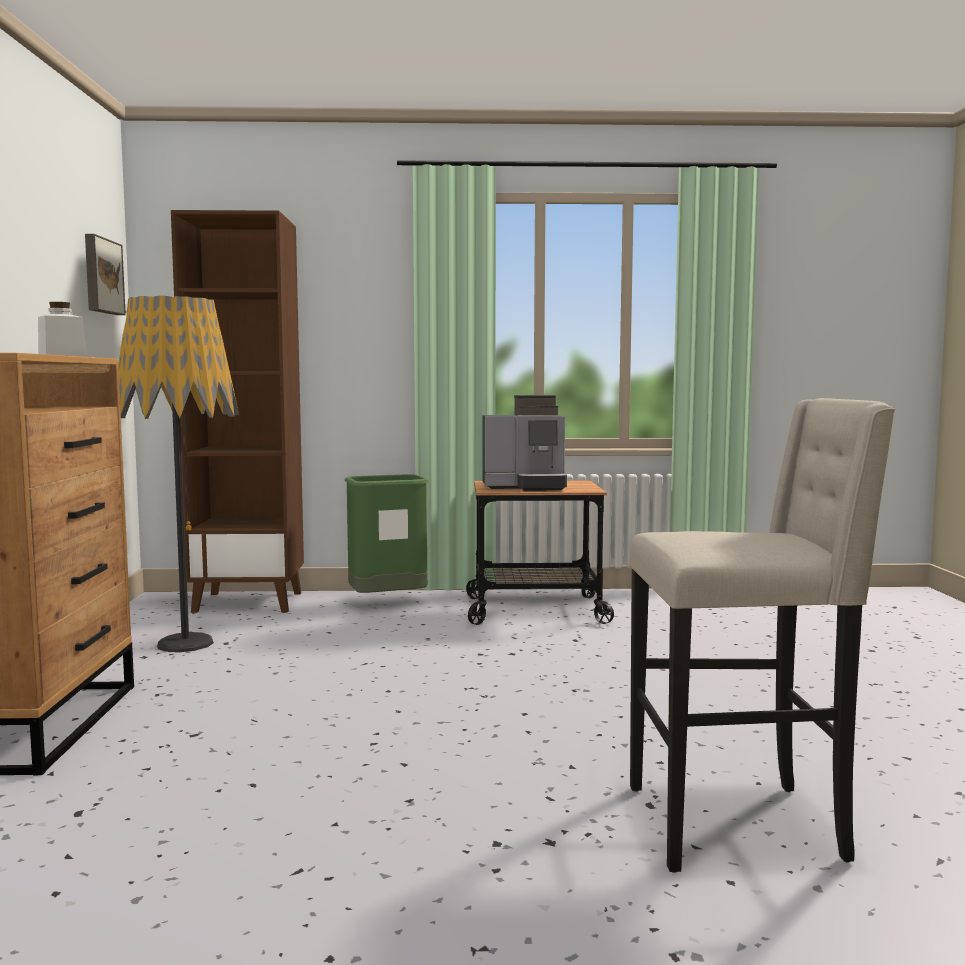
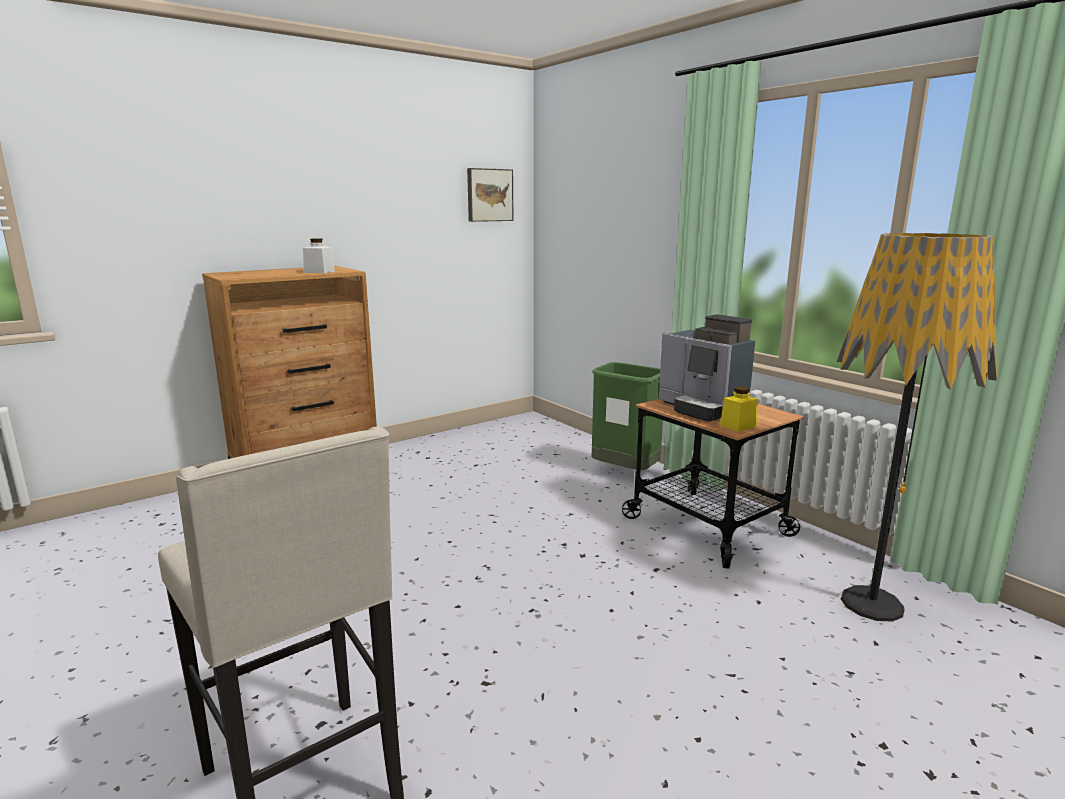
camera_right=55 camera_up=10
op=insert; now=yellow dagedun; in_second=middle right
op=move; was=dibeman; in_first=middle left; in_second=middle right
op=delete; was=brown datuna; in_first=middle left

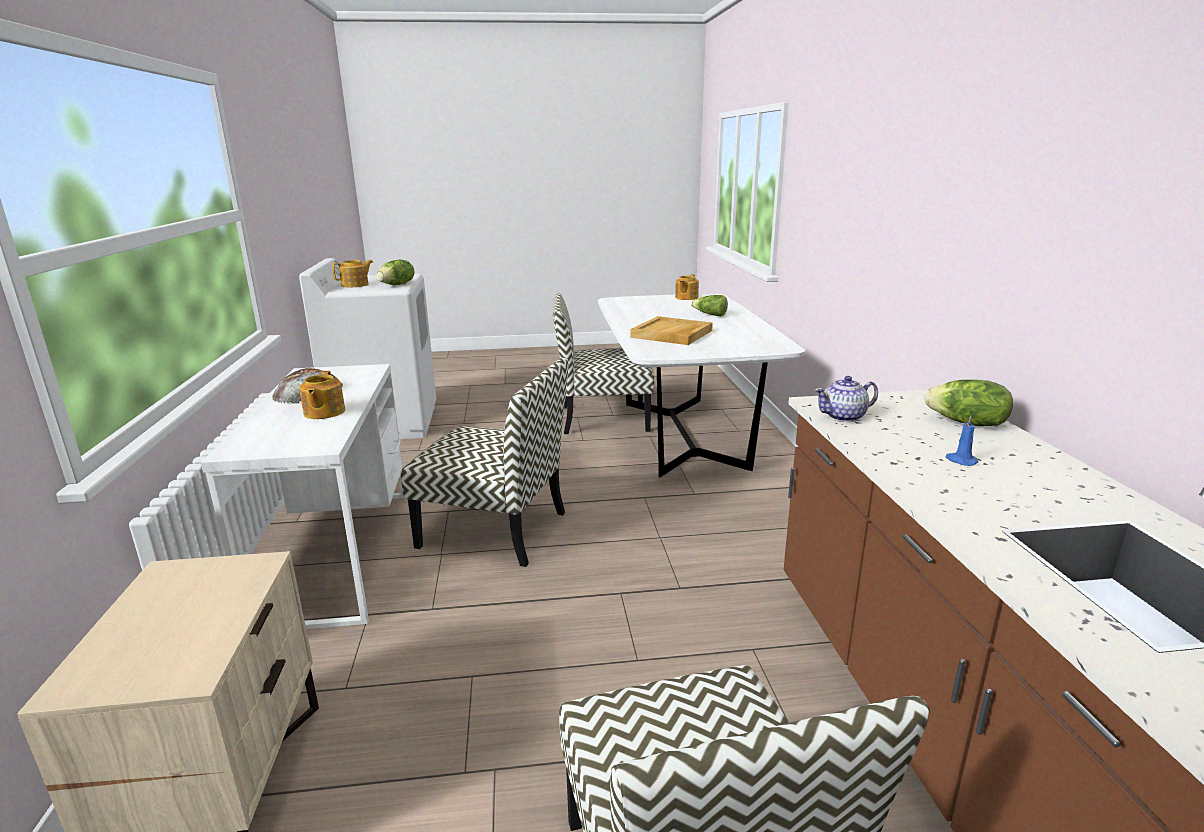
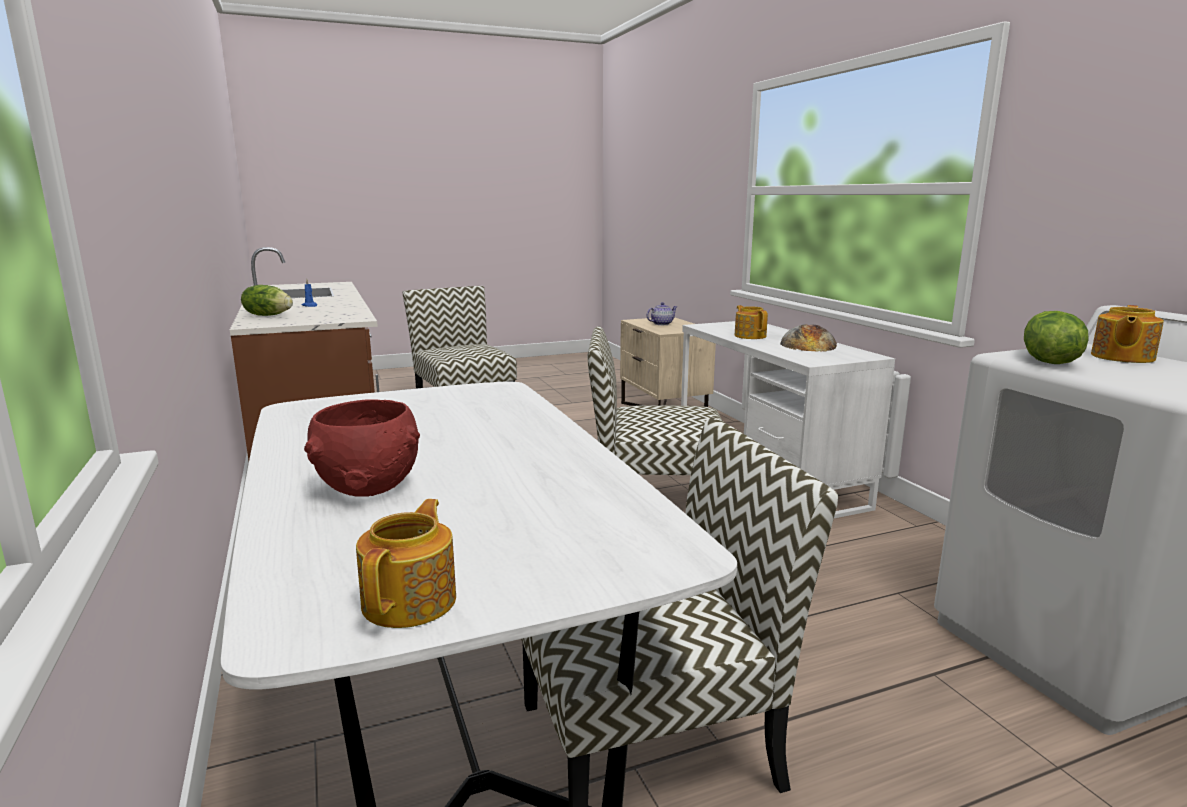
camera_right=165 camera_up=-5
op=replace; was=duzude (2nd from left); now=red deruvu; in_first=centre; in_second=middle left
op=move; was=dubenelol (4th from left in the first image); now=dubenelol (2nd from left); in_first=middle right; in_second=centre
op=delete; was=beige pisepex; in_first=centre

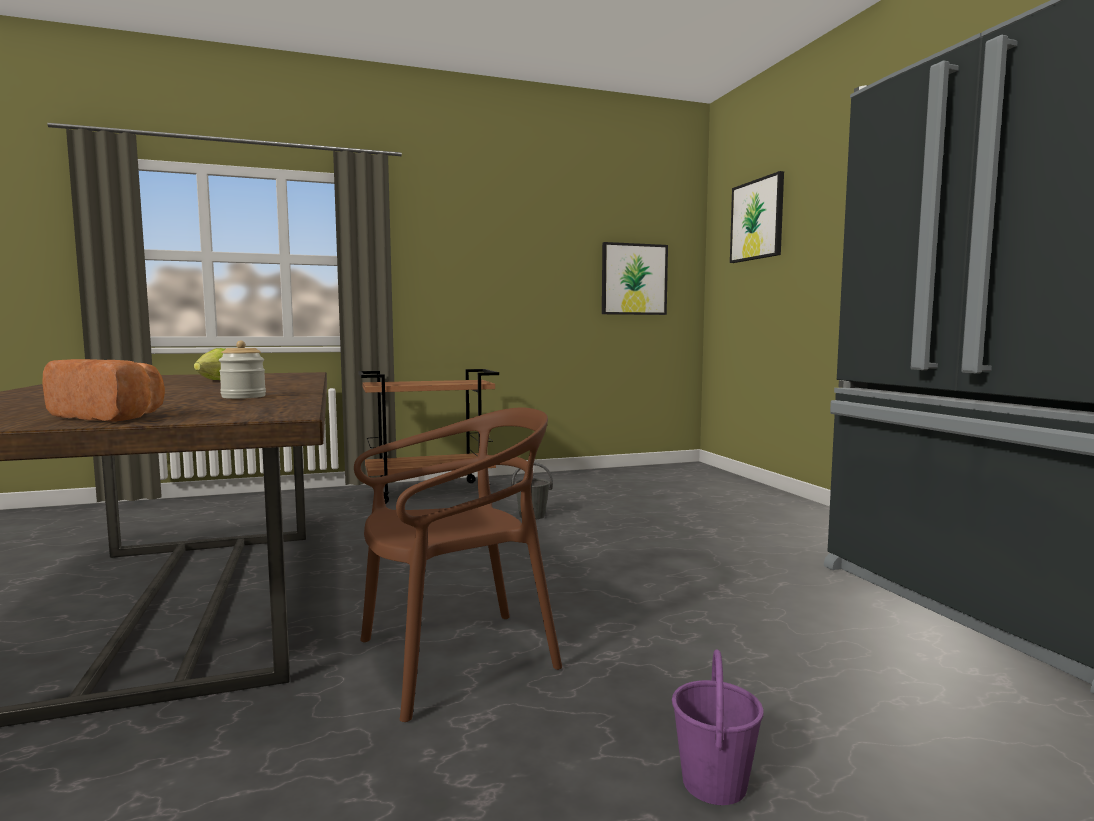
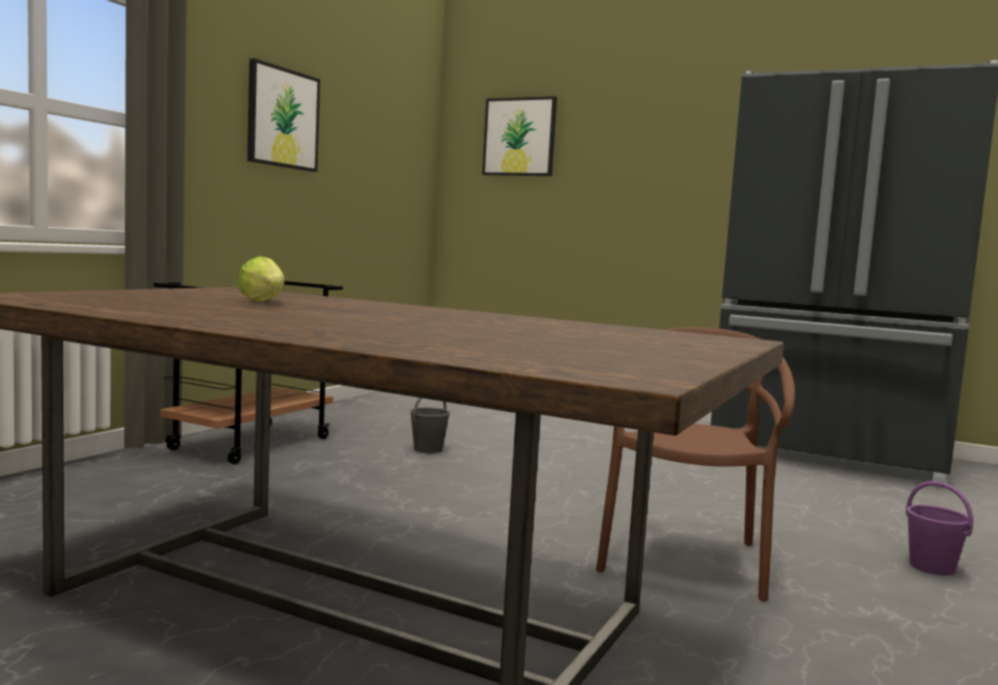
camera_right=-45 camera_up=0
op=move; was=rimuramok (1st from left); in_first=centre; in_second=top left
op=delete; was=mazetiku; in_first=middle left
op=delete; was=dagedun; in_first=middle left

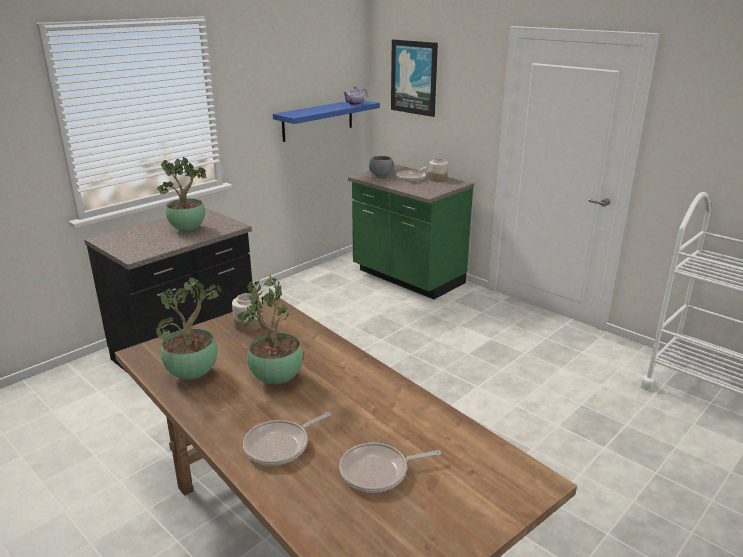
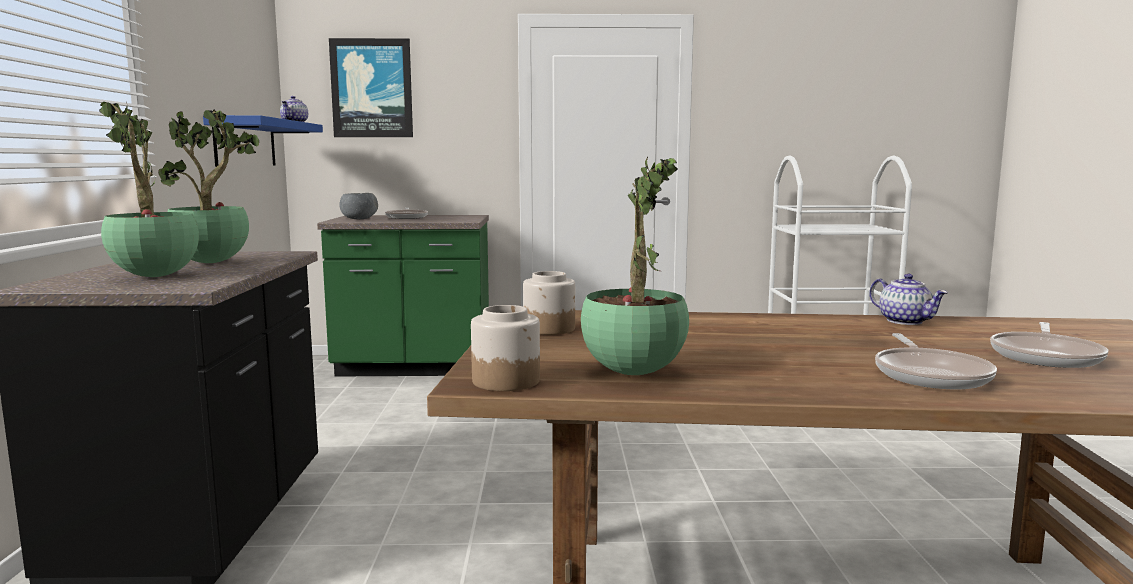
camera_right=-45 camera_up=-15
op=move; was=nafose (3rd from left in the first image); now=nafose (1st from left); in_first=centre; in_second=top left
op=move; was=dagedun (2nd from left in the first image); now=dagedun (1st from left); in_first=top centre; in_second=centre
op=insert; now=dubenelol (2nd from left); in_second=middle right

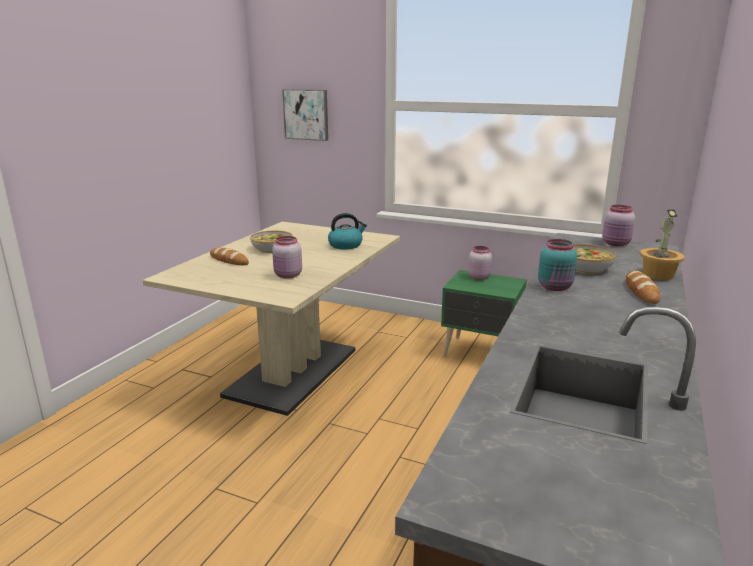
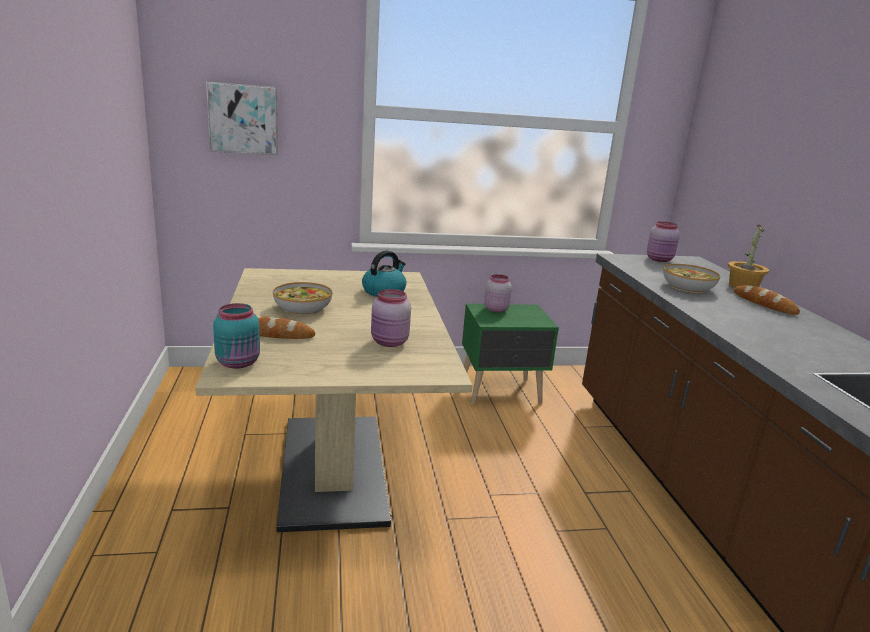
camera_right=-35 camera_up=0
op=move; was=turquoise dagedun; in_first=middle right; in_second=middle left

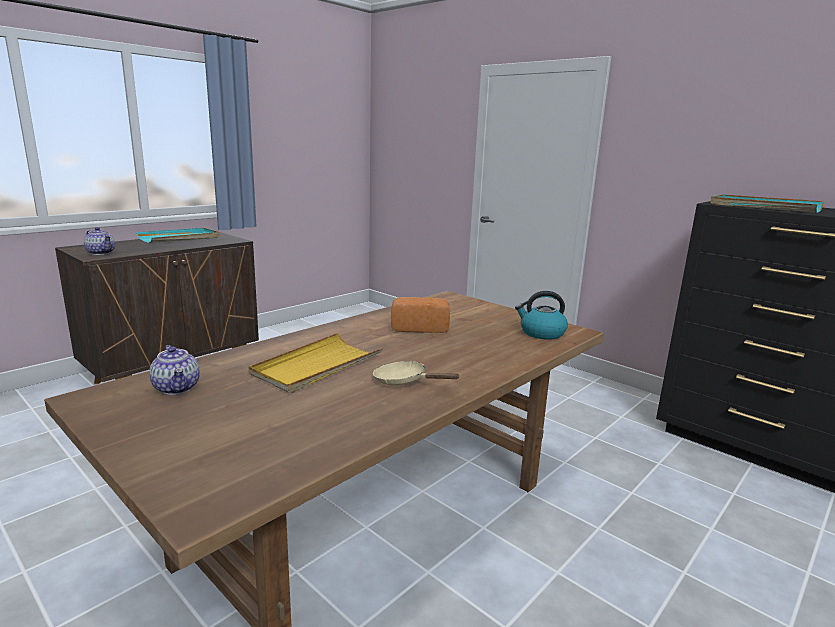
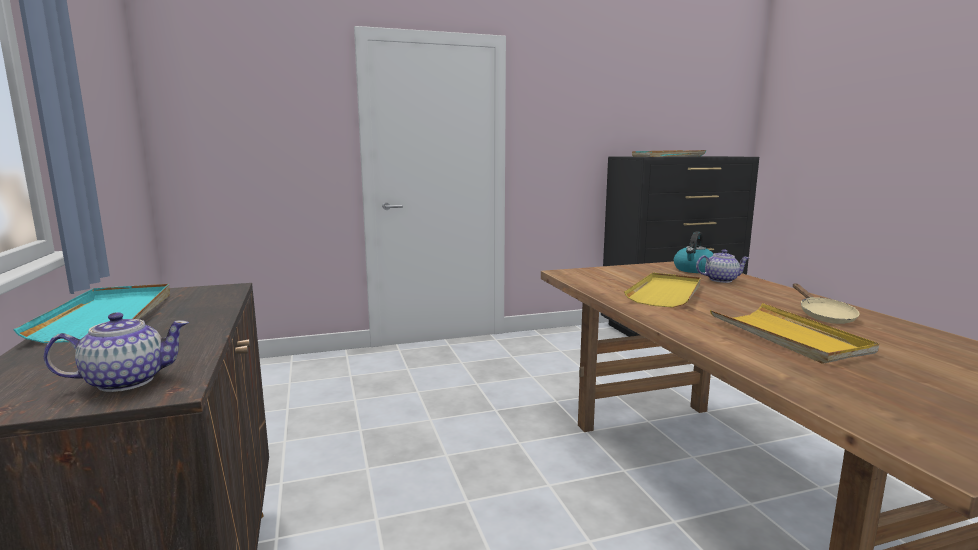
camera_right=-60 camera_up=-5
op=replace; was=mazetiku; now=yellow pisepex (1st from left); in_first=centre; in_second=middle right
op=move; was=dubenelol (2nd from left); in_first=middle left; in_second=middle right
op=rotate; was=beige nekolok; in_first=centre; in_second=middle right; clockwise=-60

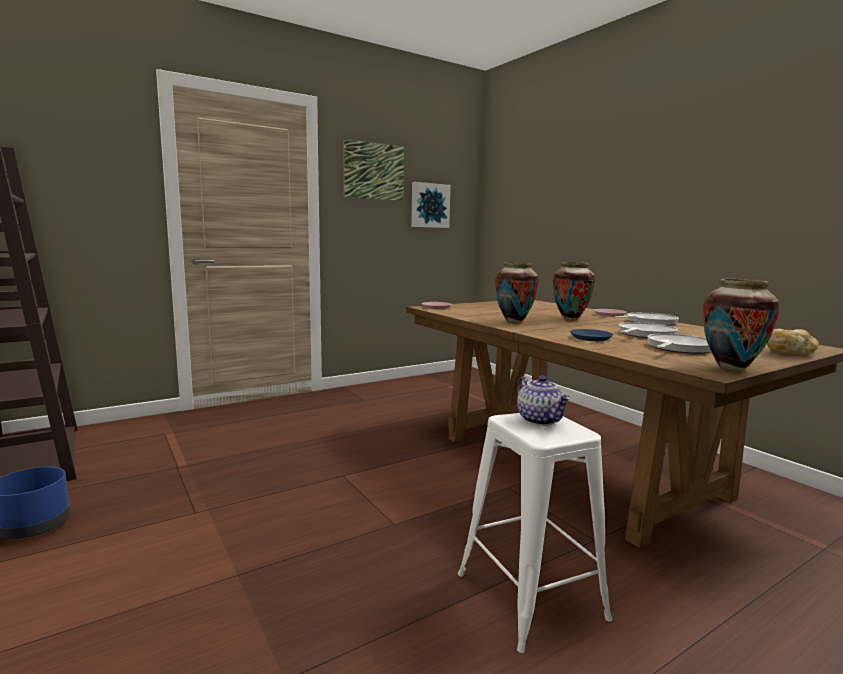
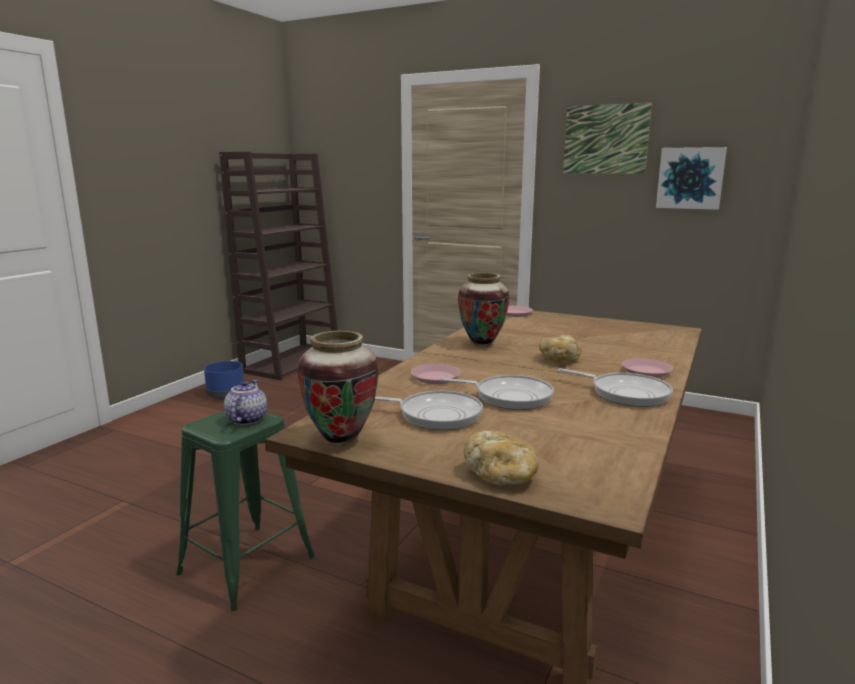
camera_right=60 camera_up=5
op=recolor; was=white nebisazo; now=green nebisazo; in_first=bottom centre; in_second=bottom left
op=rotate; was=dubenelol; in_first=centre; in_second=middle left; clockwise=150
op=recolor; was=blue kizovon; now=pink kizovon (1st from left); in_first=middle right; in_second=centre
op=replace; was=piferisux (2nd from left); now=mazetiku (2nd from left); in_first=middle right; in_second=centre

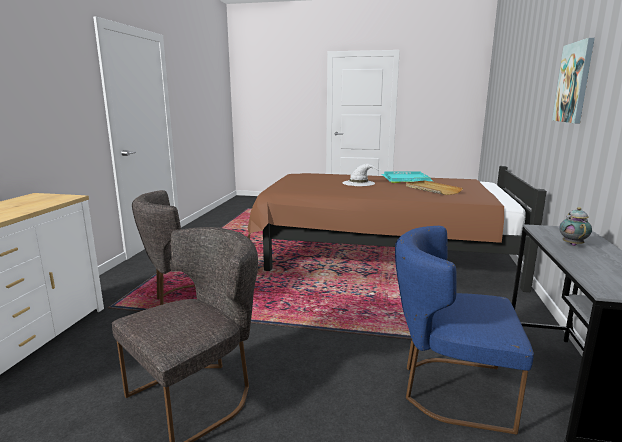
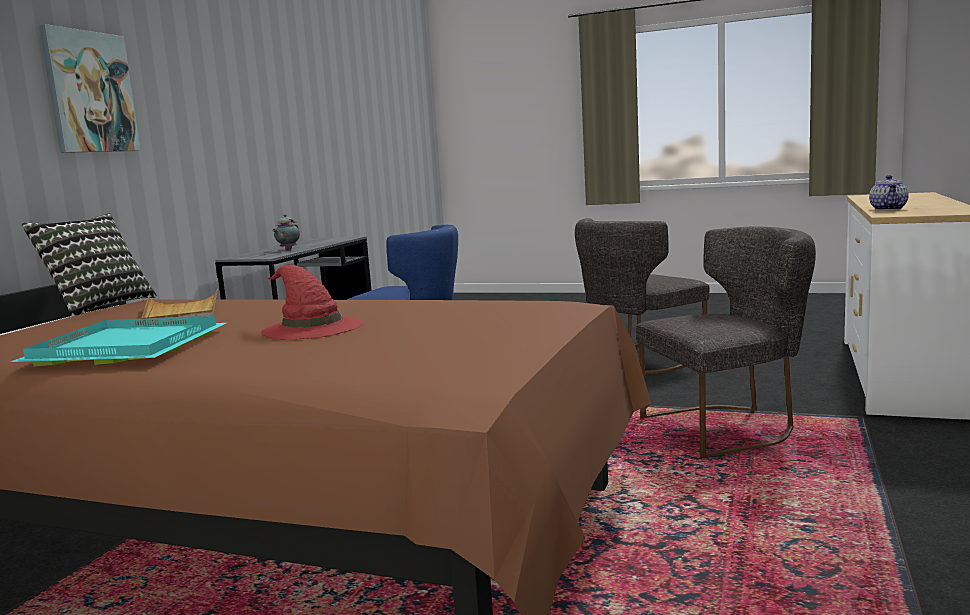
camera_right=-170 camera_up=-5
op=insert; now=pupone; in_second=middle left
op=recolor; was=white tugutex; now=red tugutex; in_first=centre; in_second=middle left
op=insert; now=dubenelol (2nd from left); in_second=top right

